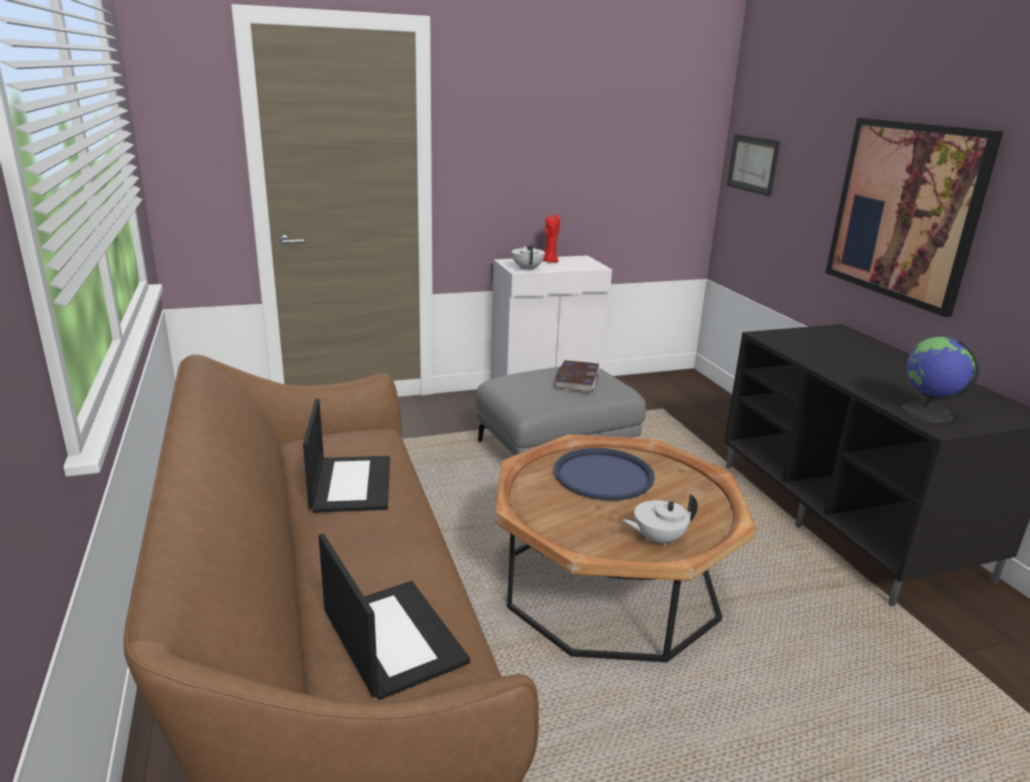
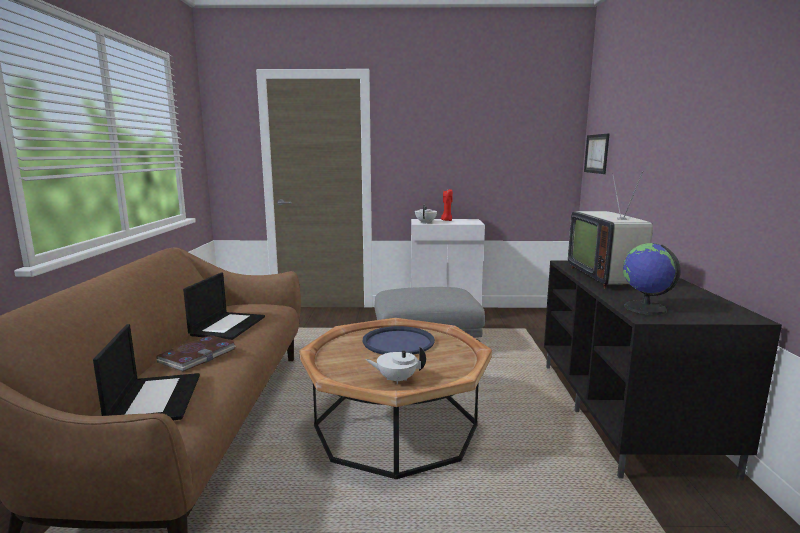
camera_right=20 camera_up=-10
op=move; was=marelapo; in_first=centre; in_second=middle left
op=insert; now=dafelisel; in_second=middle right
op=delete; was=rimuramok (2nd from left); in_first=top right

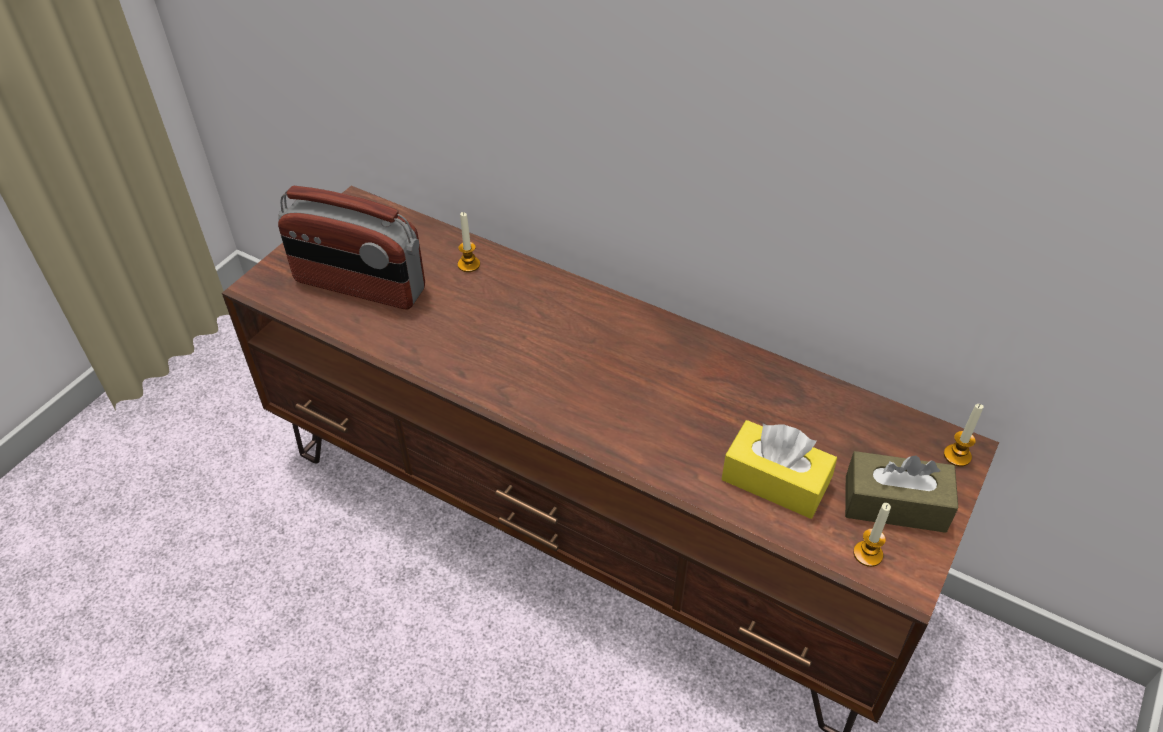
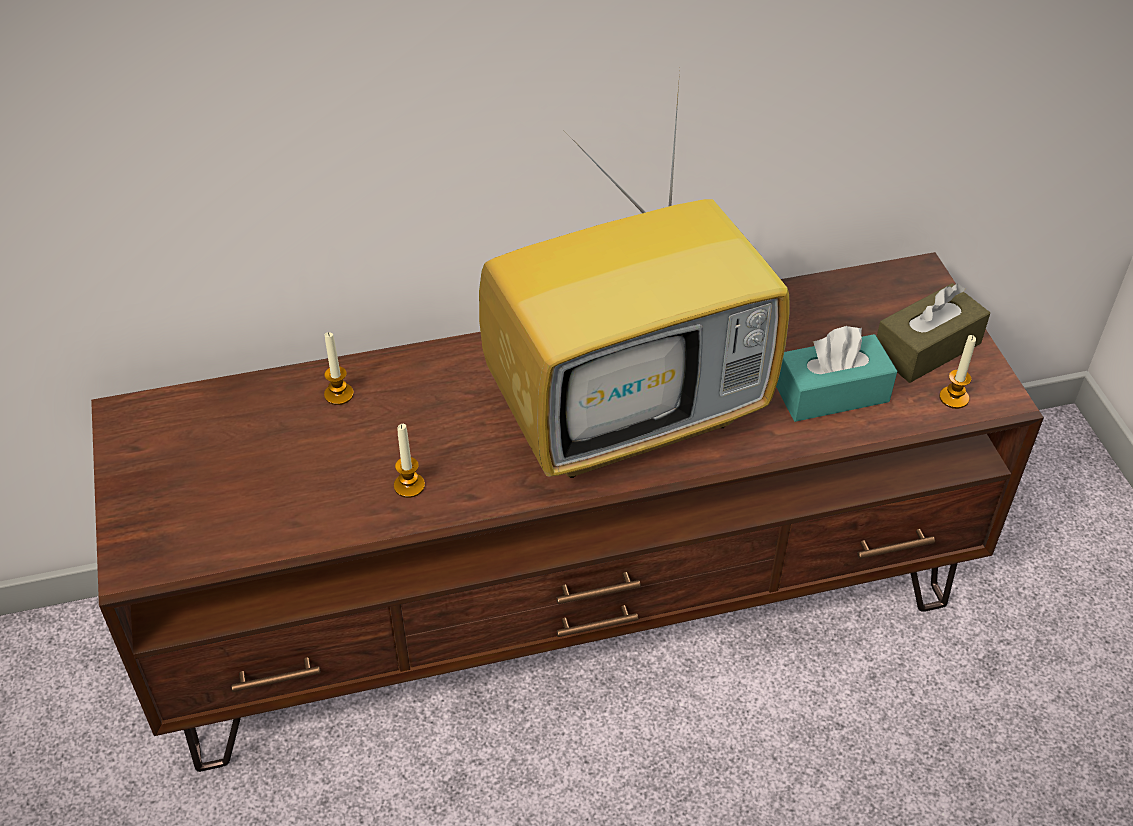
camera_right=-45 camera_up=0
op=move; was=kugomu (3rd from left in the first image); now=kugomu (2nd from left); in_first=middle right; in_second=centre
op=insert; now=dafelisel; in_second=top centre
op=recolor; was=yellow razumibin; now=turquoise razumibin; in_first=middle right; in_second=middle right
op=delete; was=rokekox; in_first=middle left

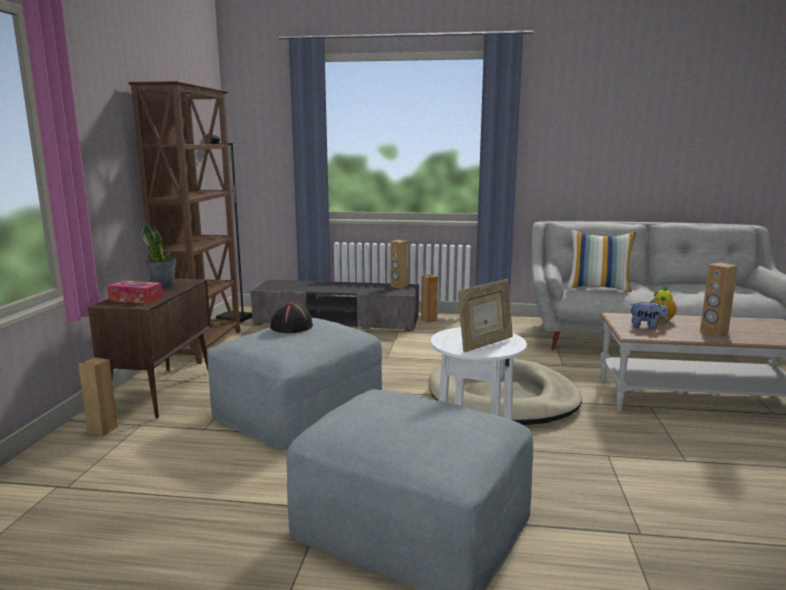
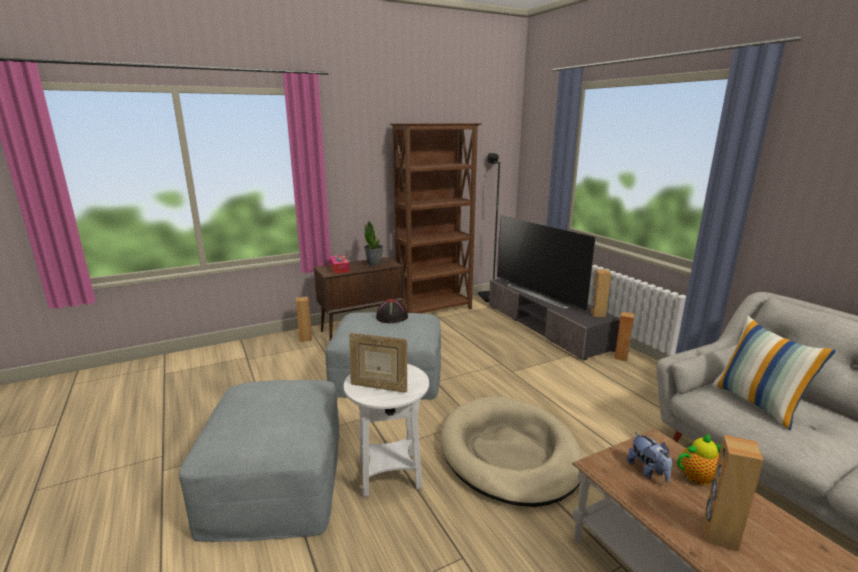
camera_right=55 camera_up=5
op=insert; now=dafelisel; in_second=centre

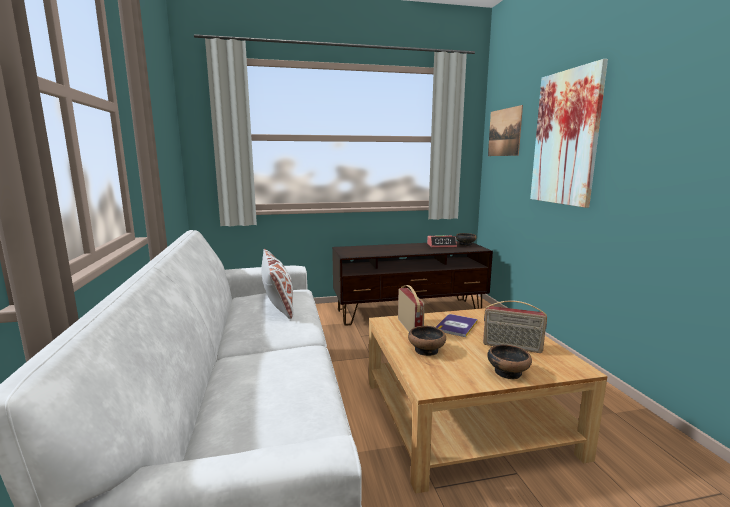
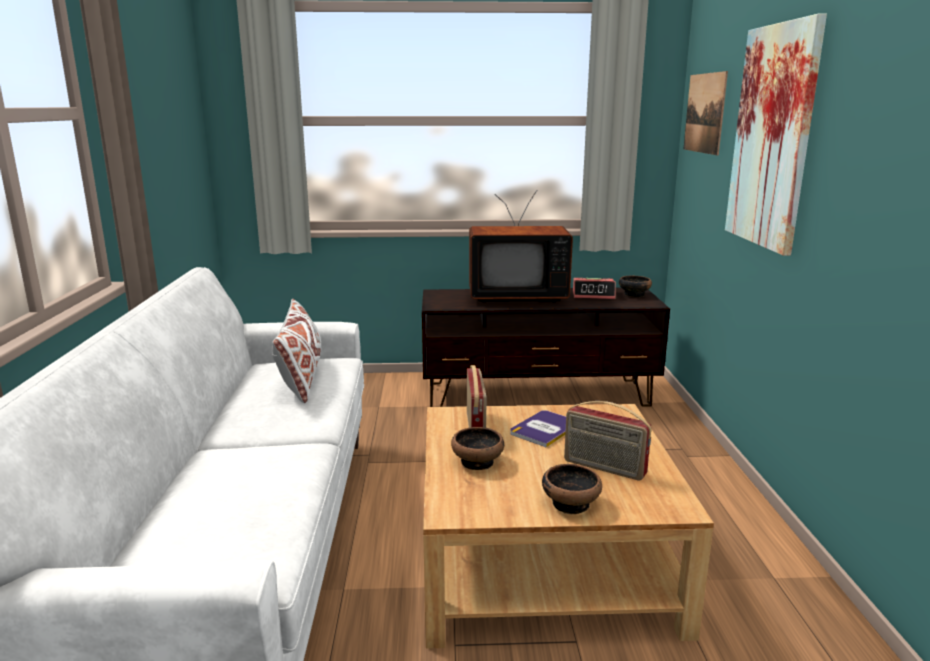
camera_right=10 camera_up=5
op=insert; now=dafelisel; in_second=centre

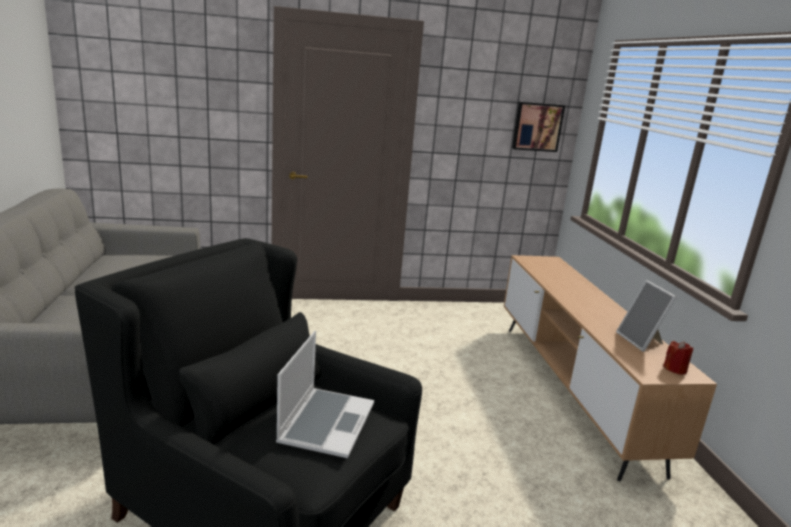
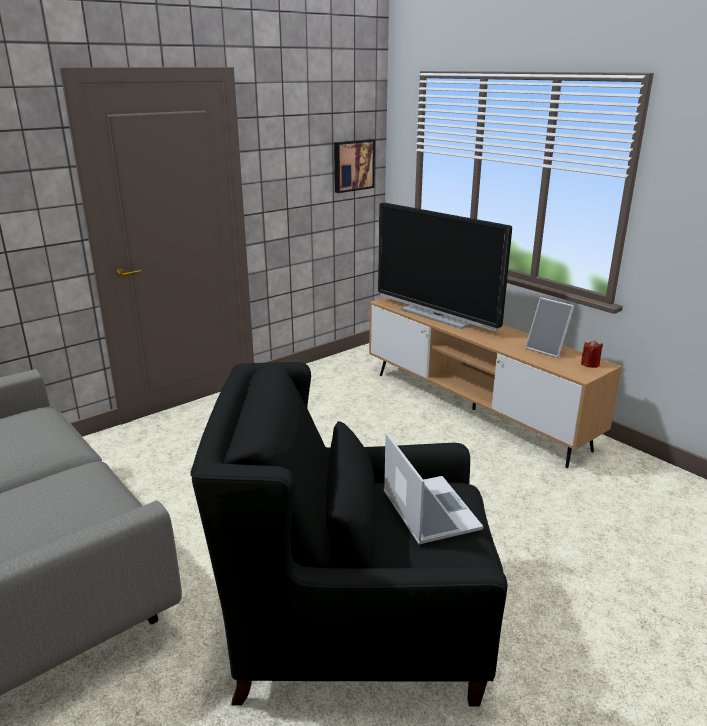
camera_right=-30 camera_up=5
op=insert; now=dafelisel; in_second=centre

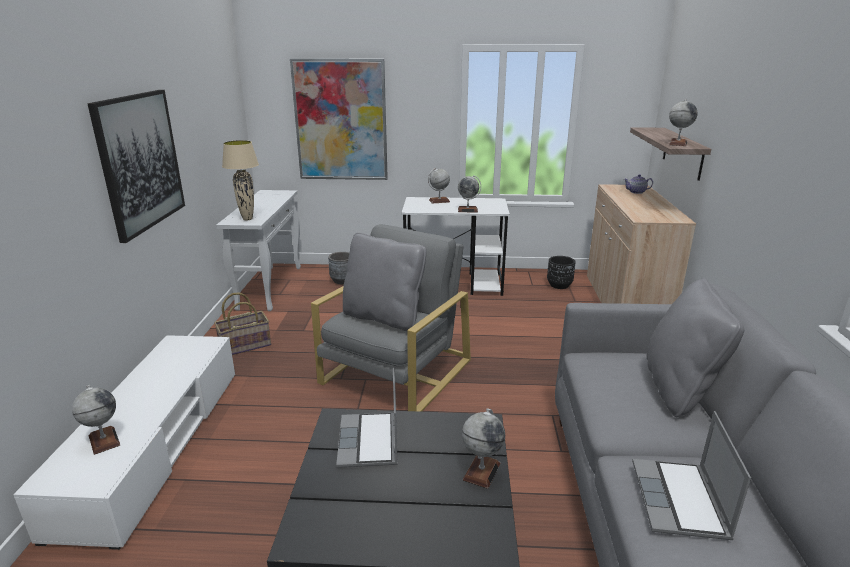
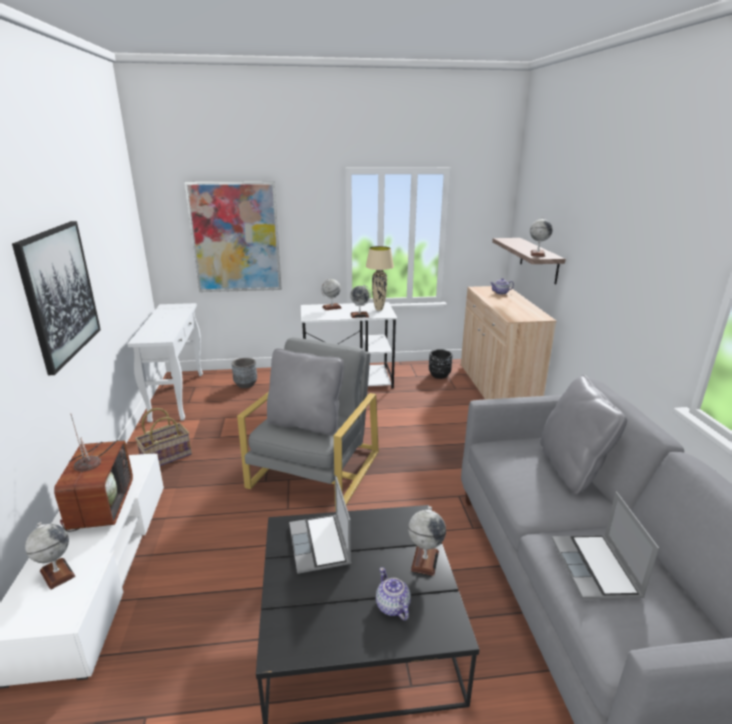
camera_right=-10 camera_up=0
op=insert; now=dafelisel; in_second=middle left
op=move; was=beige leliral; in_first=top left; in_second=centre
op=insert; now=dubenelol (1st from left); in_second=bottom centre

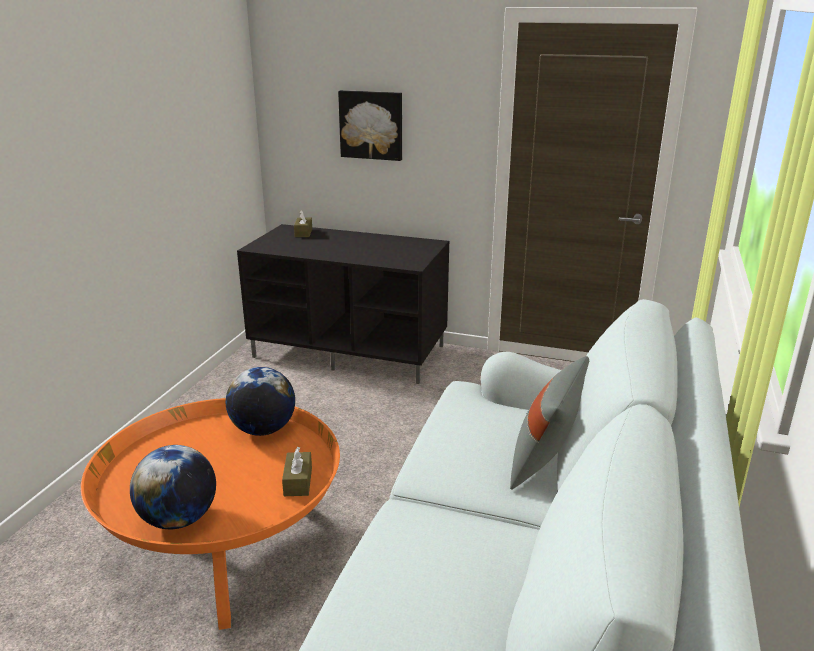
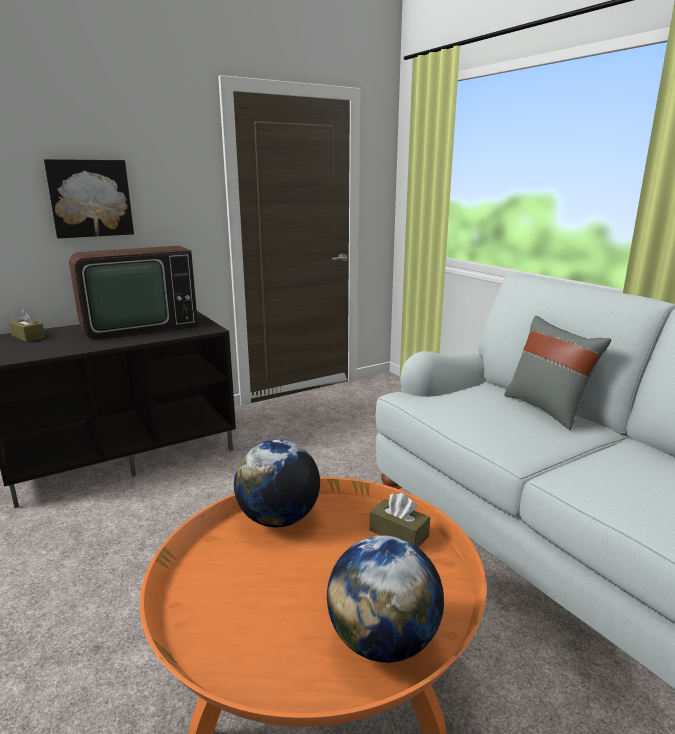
camera_right=-50 camera_up=-5
op=insert; now=dafelisel; in_second=middle left

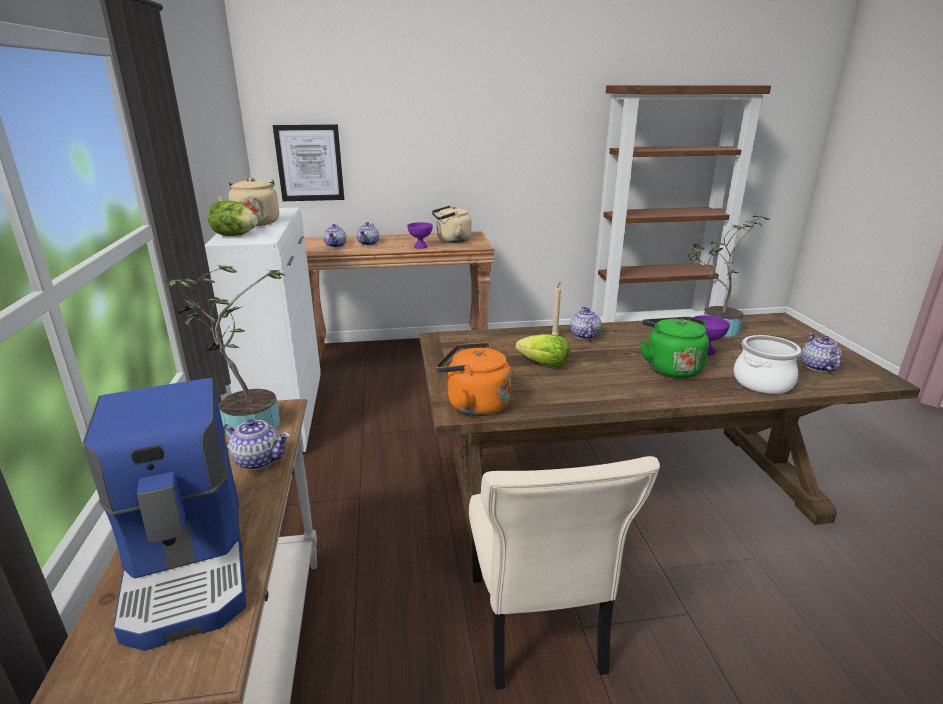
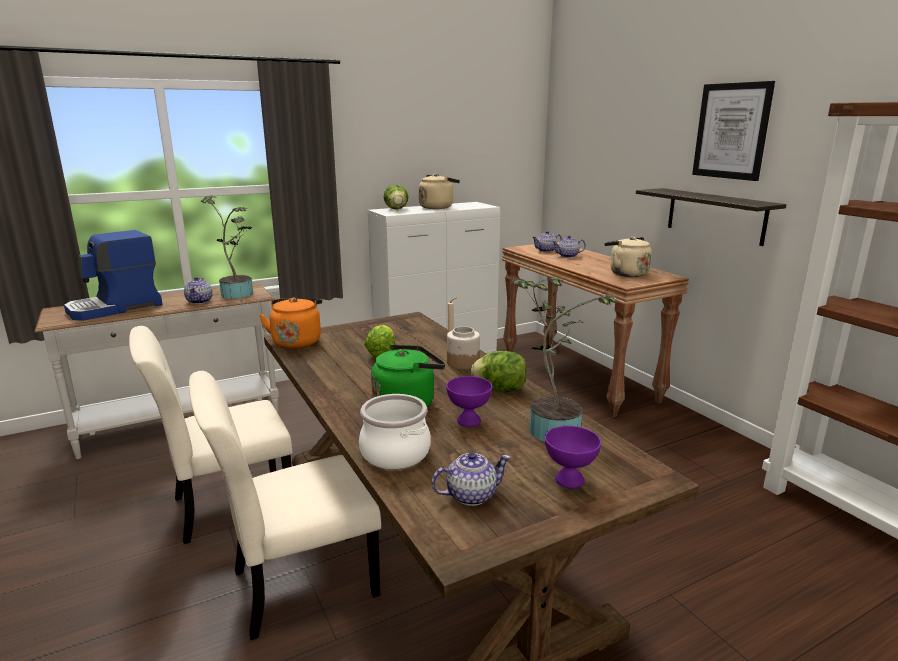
camera_right=70 camera_up=-5
op=insert; now=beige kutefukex (2nd from left); in_second=bottom left
op=replace; was=dubenelol (4th from left); now=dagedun; in_first=centre; in_second=centre
op=insert; now=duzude (3rd from left); in_second=centre
op=move; was=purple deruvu (1st from left in the first image); now=purple deruvu (2nd from left); in_first=centre; in_second=bottom centre
op=insert; now=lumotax; in_second=top right
op=move; was=rimuramok; in_first=top left; in_second=top right

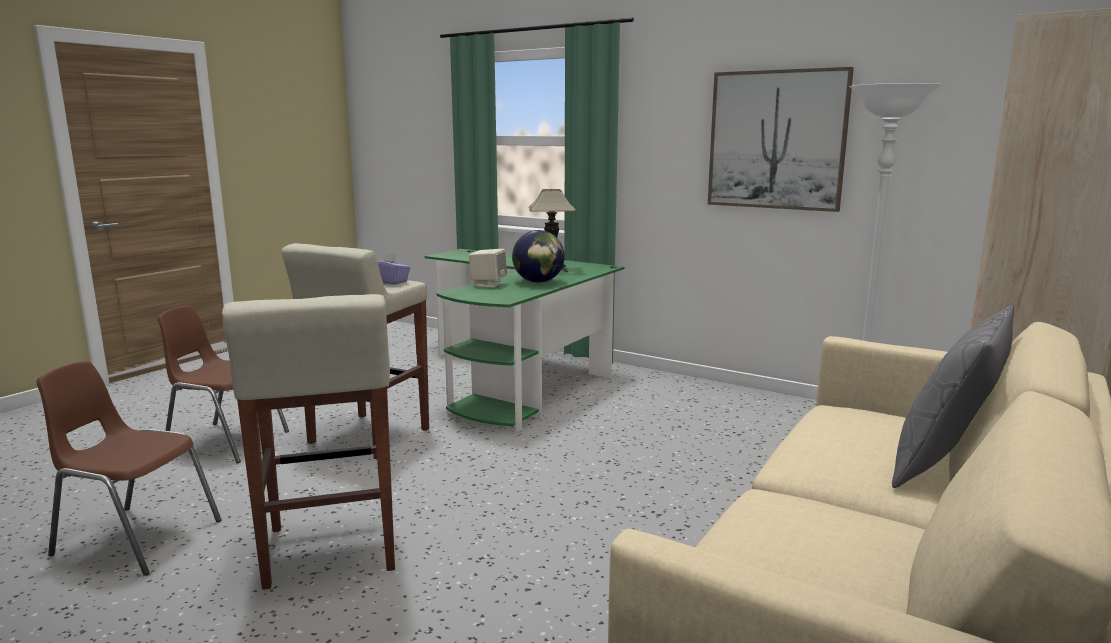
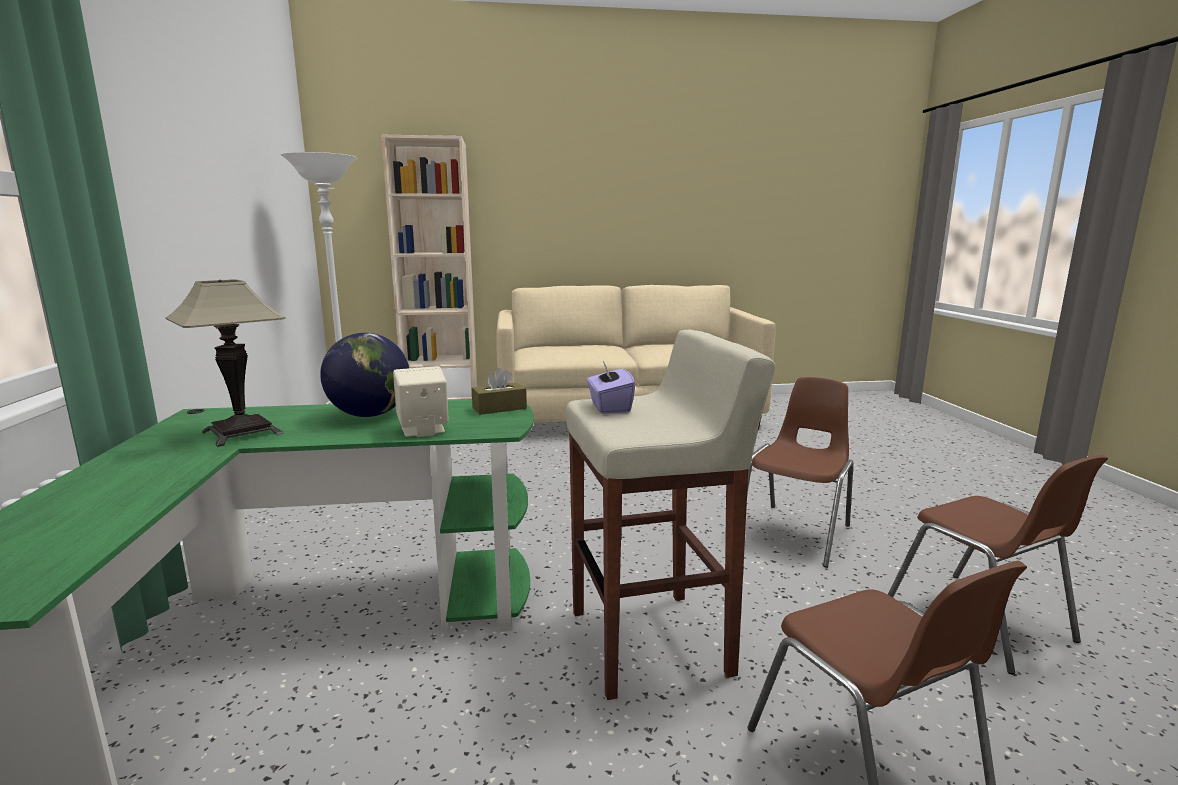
camera_right=-130 camera_up=0
op=insert; now=brown razumibin; in_second=centre
op=replace; was=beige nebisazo (1st from left); now=brown kutefukex (1st from left); in_first=bottom left; in_second=middle right
op=delete; was=rimuramok; in_first=top right
op=delete; was=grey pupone; in_first=middle right

